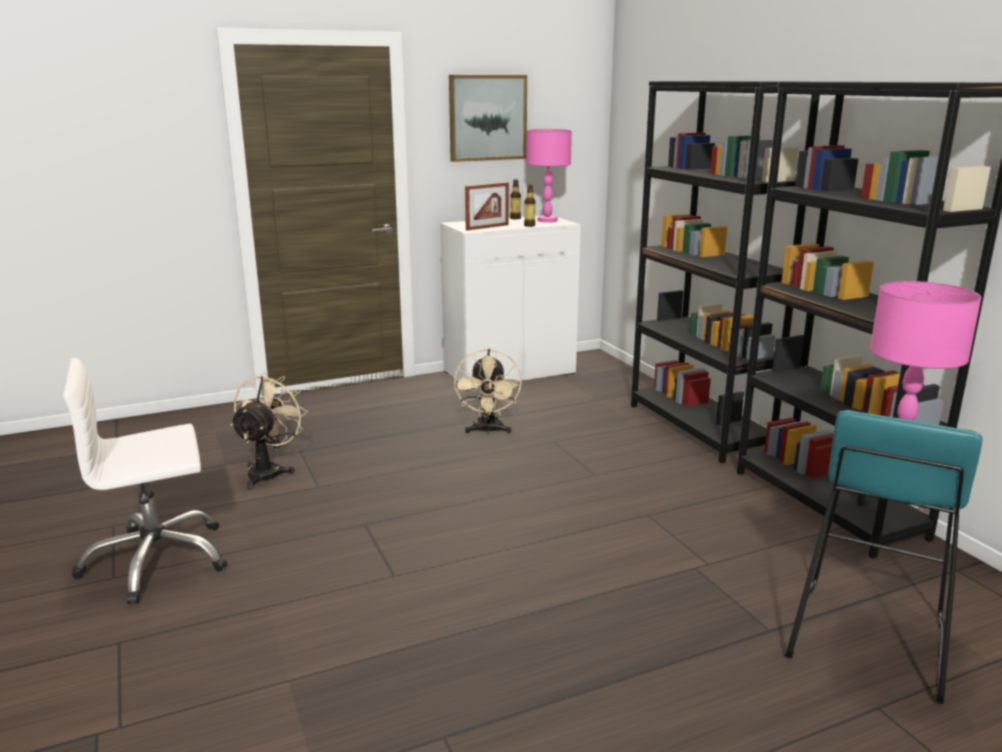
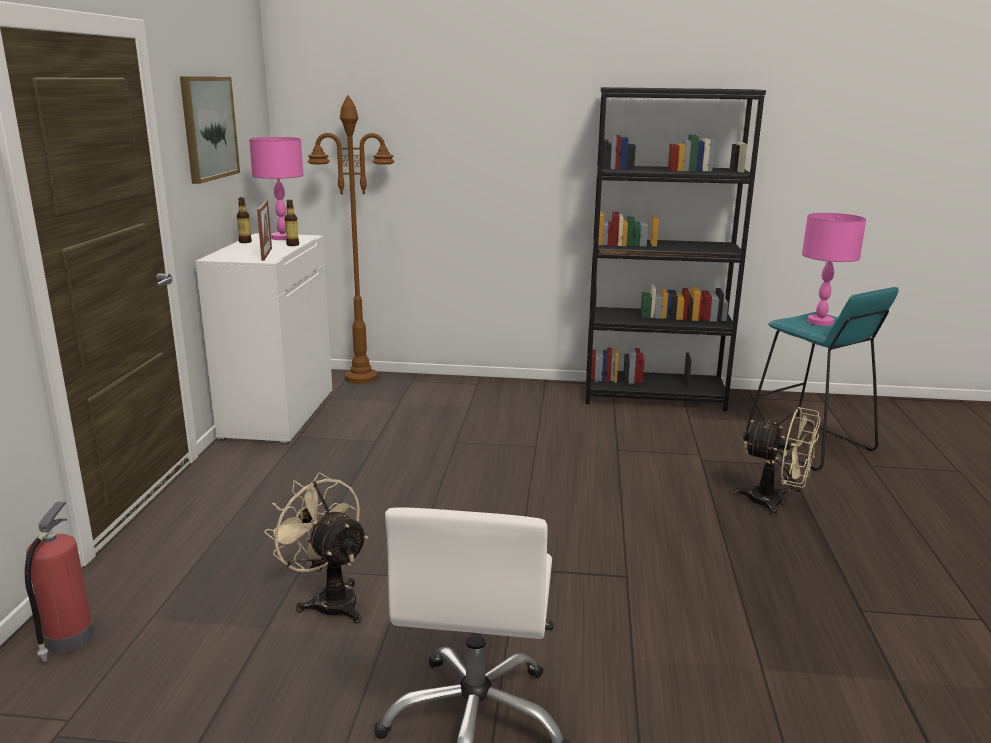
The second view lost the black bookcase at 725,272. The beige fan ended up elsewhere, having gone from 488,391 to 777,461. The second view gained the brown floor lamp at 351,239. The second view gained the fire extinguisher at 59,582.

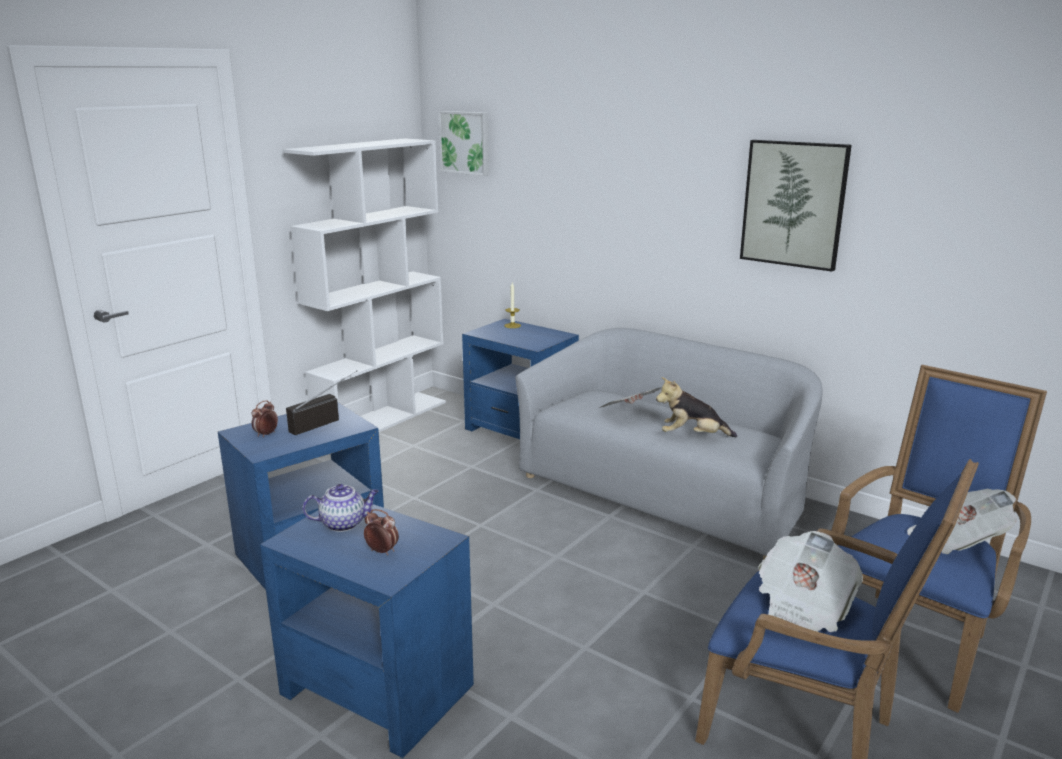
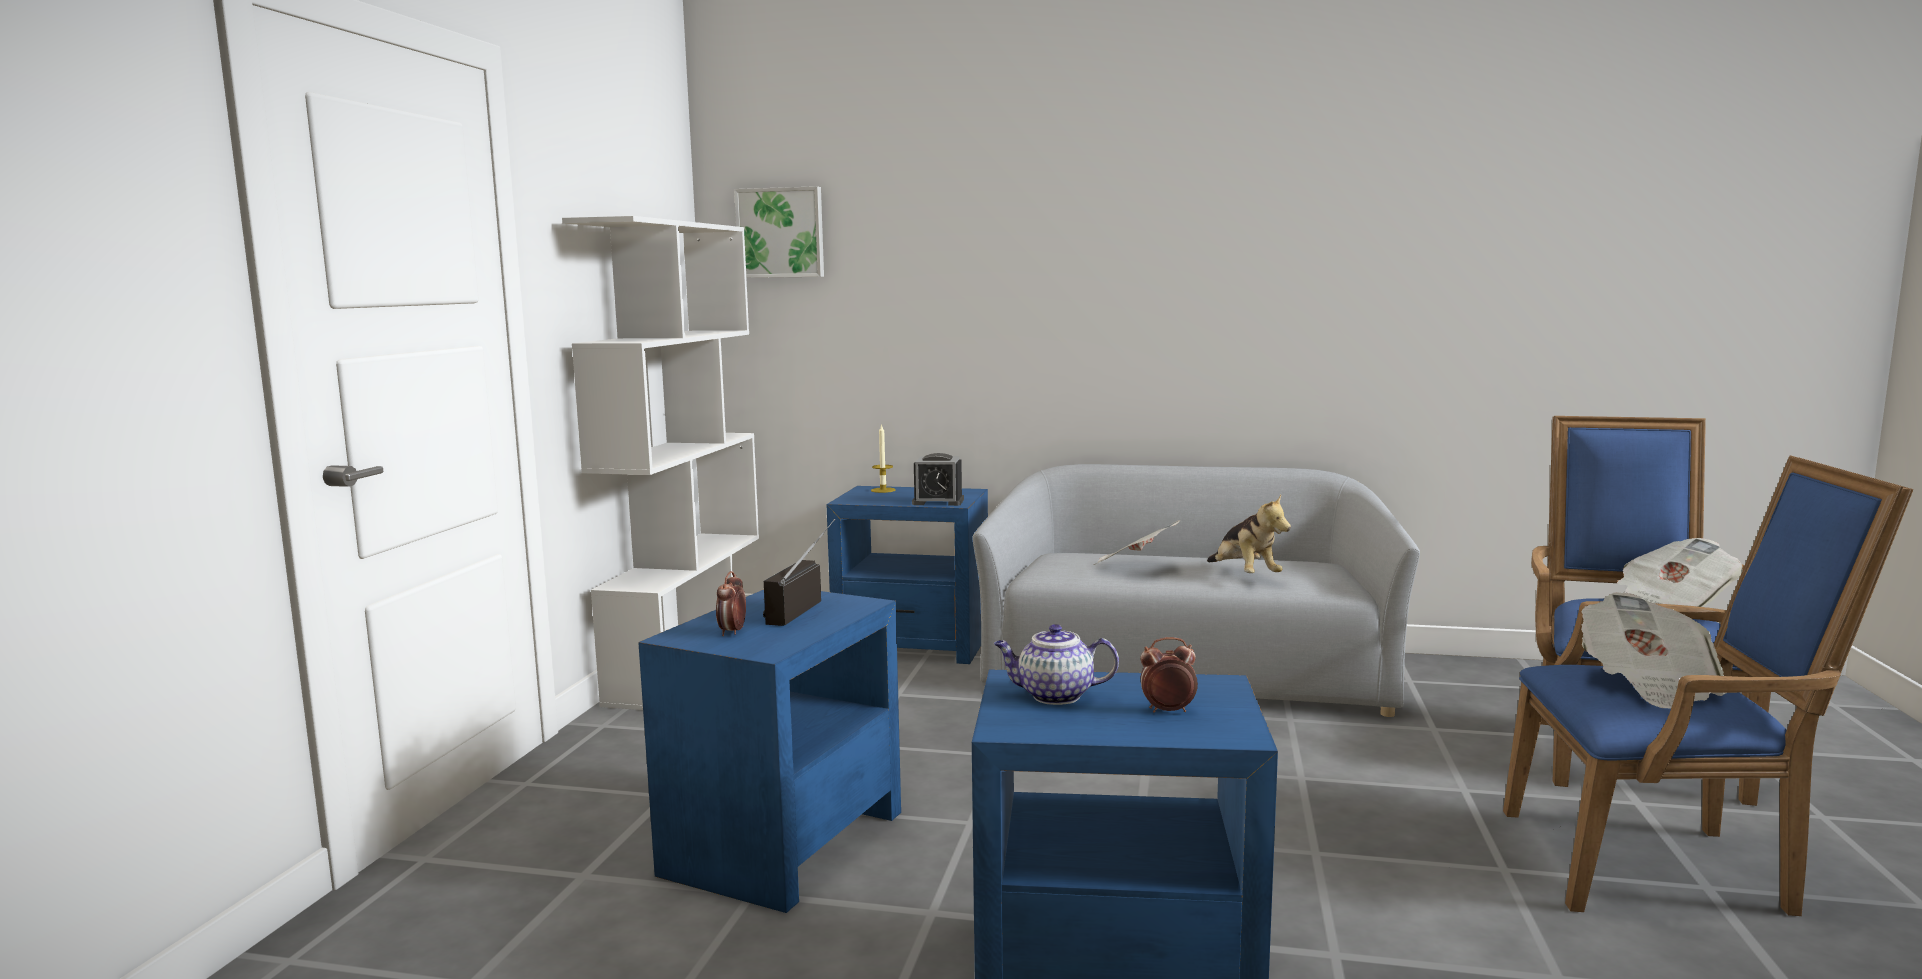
The second view lost the picture at 796,206. The plush toy at 696,407 ended up facing another way, 90 degrees counterclockwise from before. The teapot at 340,508 ended up facing another way, 135 degrees counterclockwise from before. The second view gained the alarm clock at 938,479.

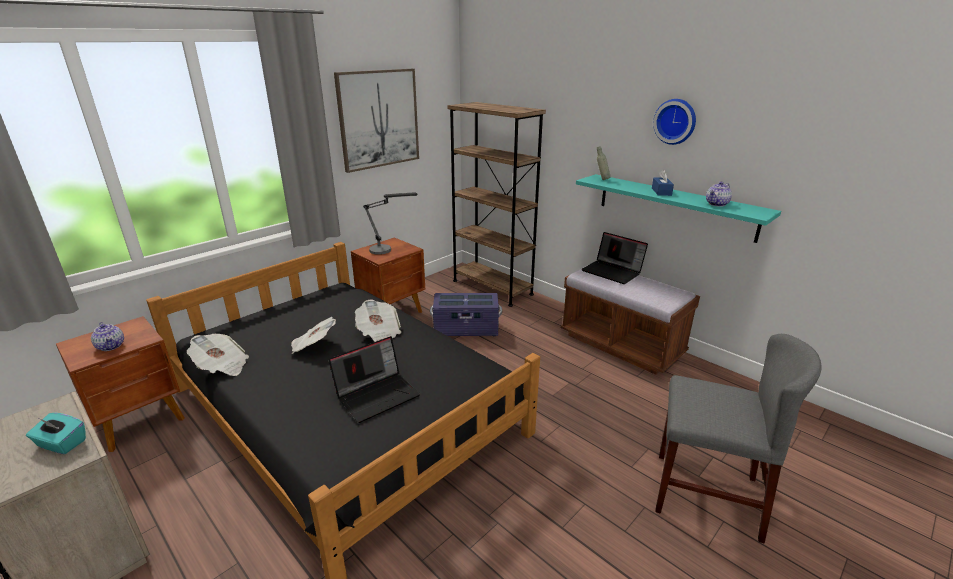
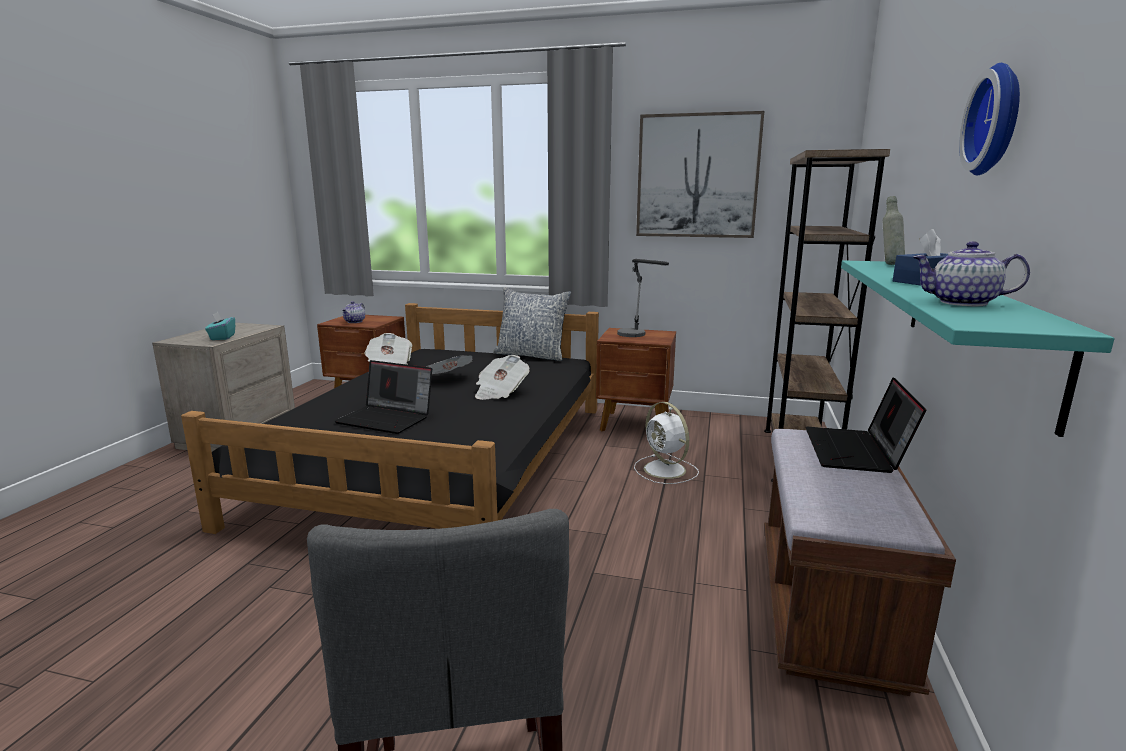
Where the purple storage box stood at 466,314, the white fan came to stand at 666,443. The second view gained the pillow at 532,324.

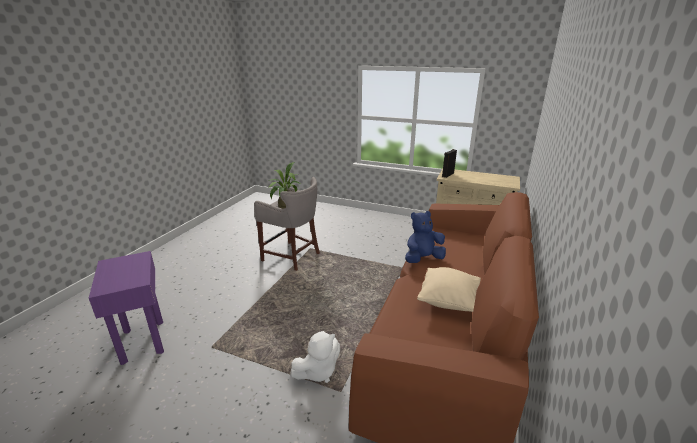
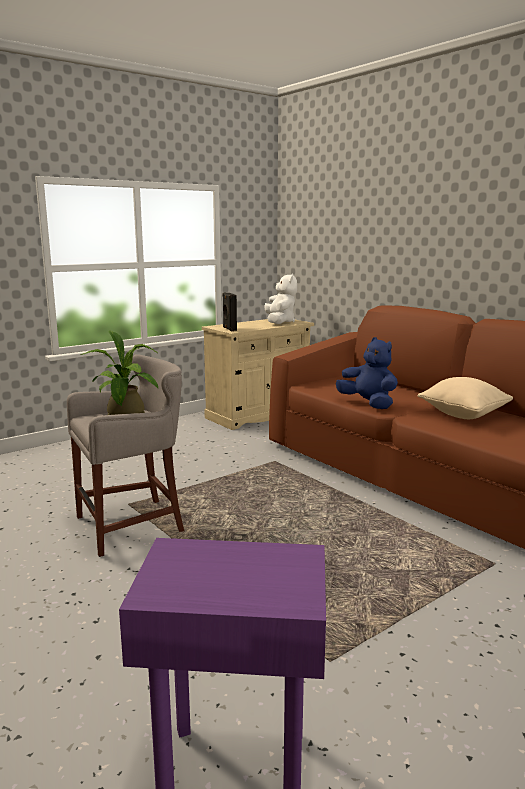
The blue plush toy at 425,237 ended up facing another way, 135 degrees clockwise from before. The white plush toy ended up elsewhere, having gone from 315,357 to 281,298.

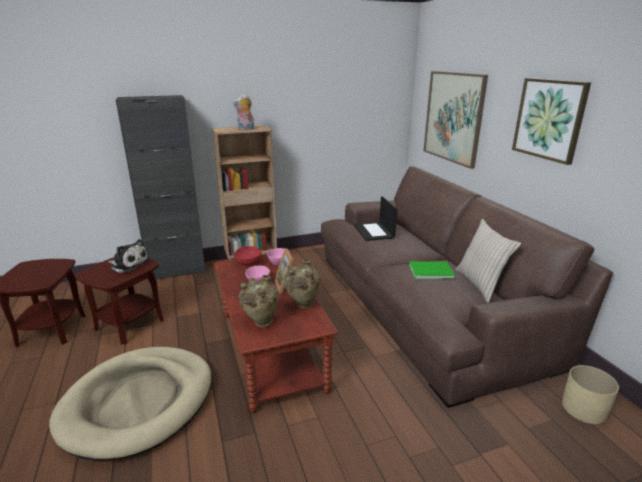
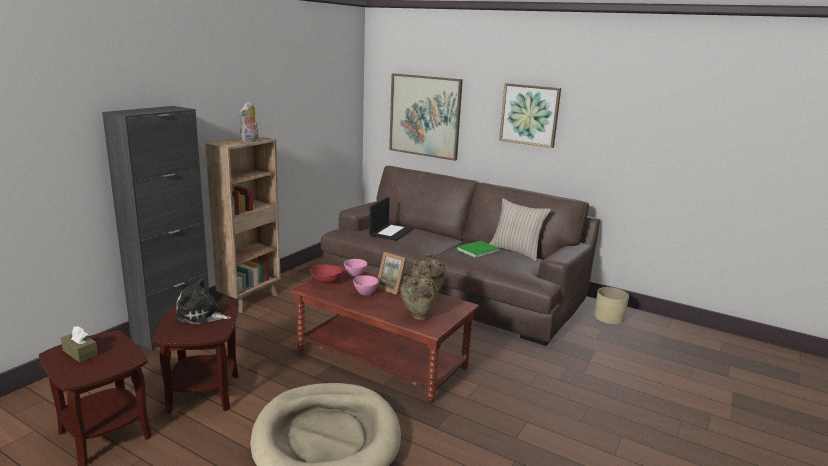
The laptop at 375,218 ended up facing another way, 105 degrees counterclockwise from before. The plush toy at 128,256 ended up facing another way, 150 degrees counterclockwise from before. The second view gained the brown tissue box at 79,344.

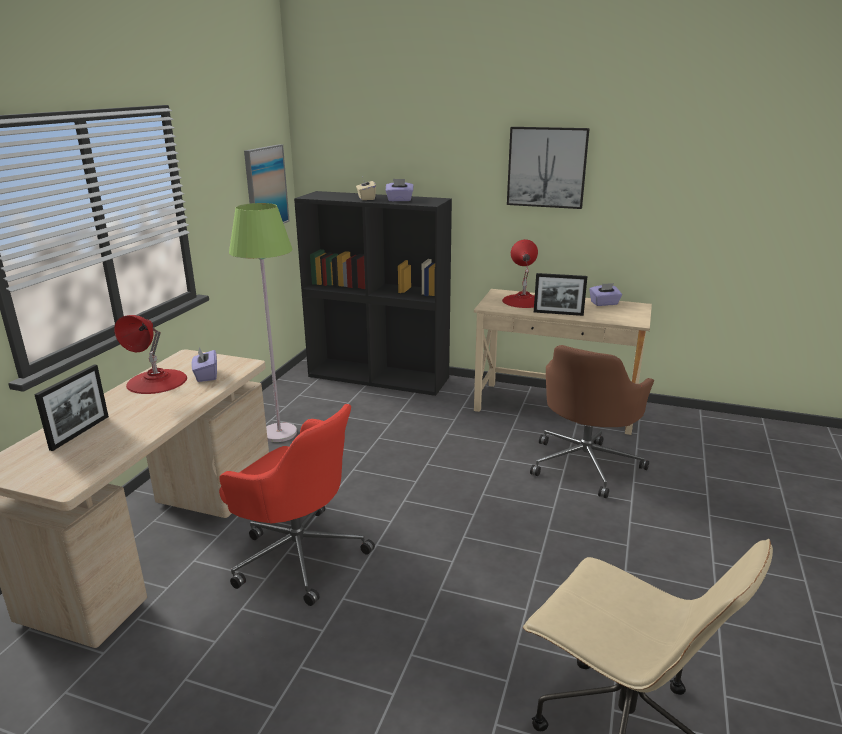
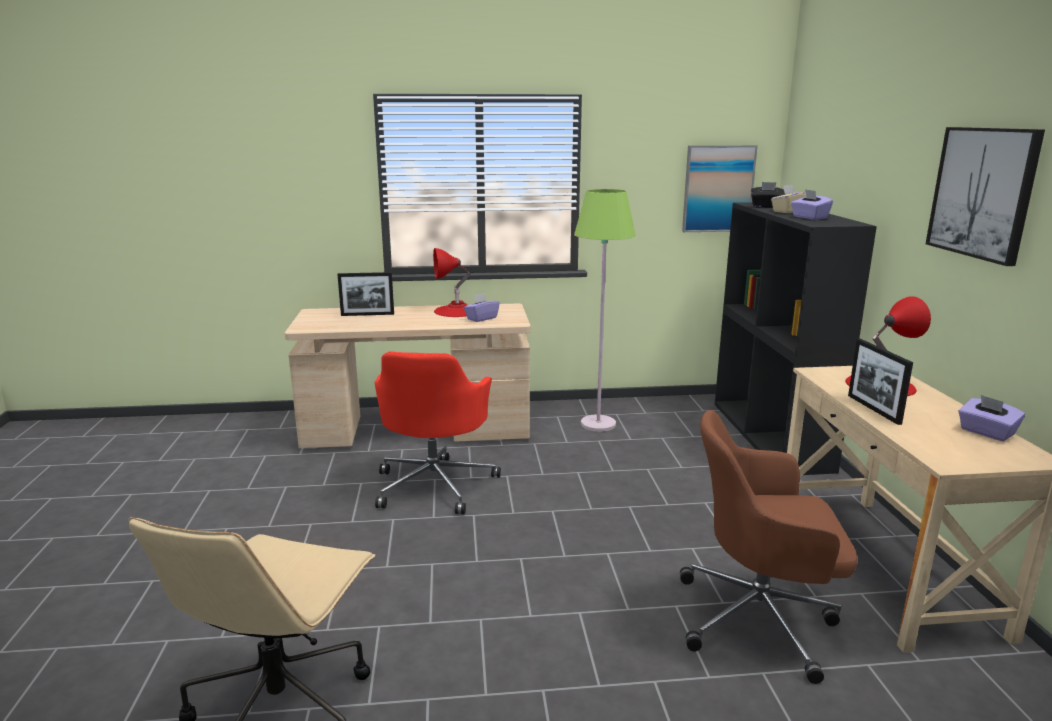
The second view gained the black tissue box at 768,195.

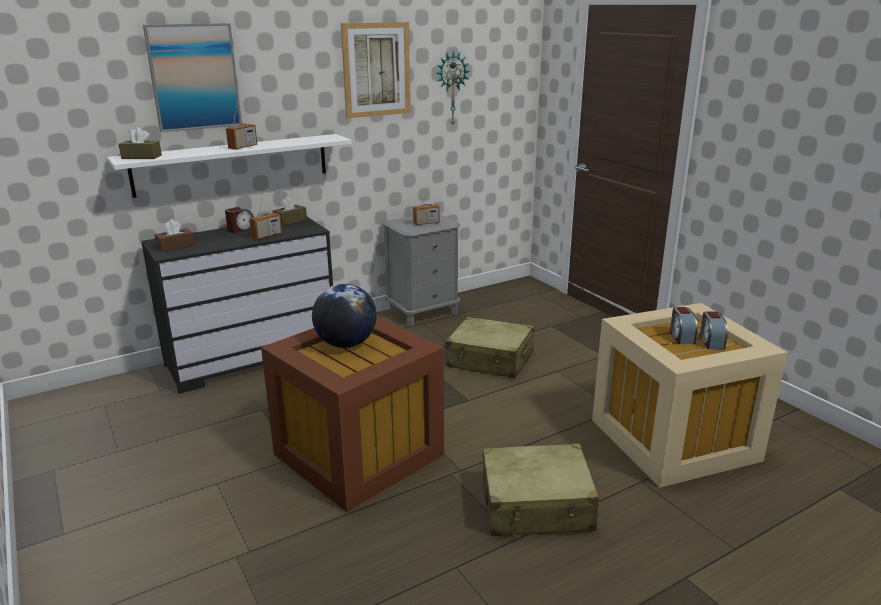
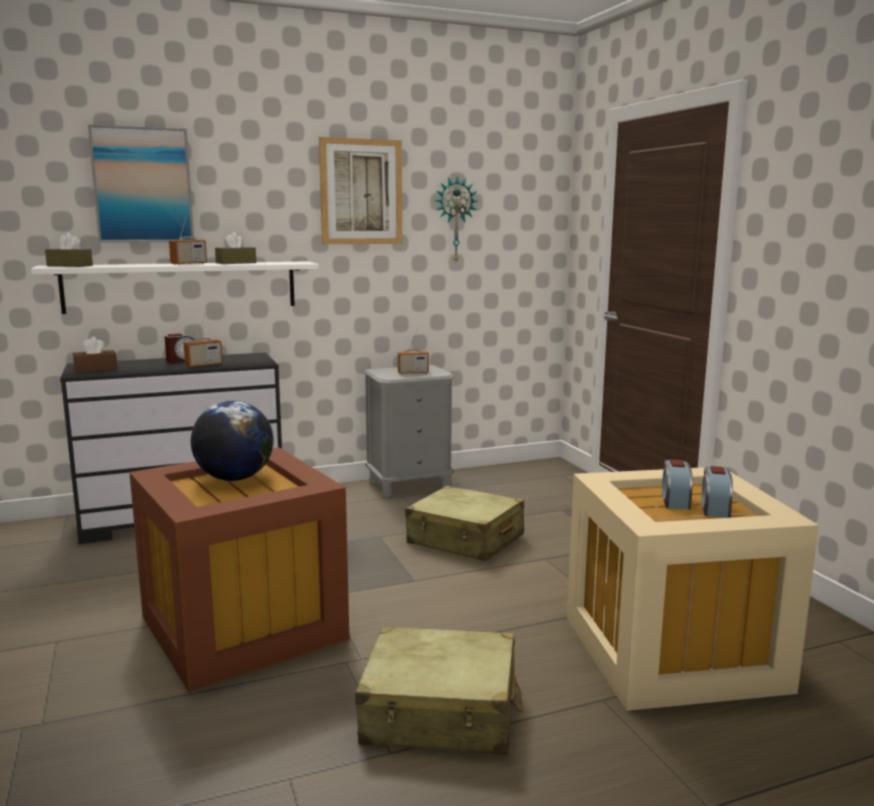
The brown tissue box ended up elsewhere, having gone from 290,211 to 235,248.

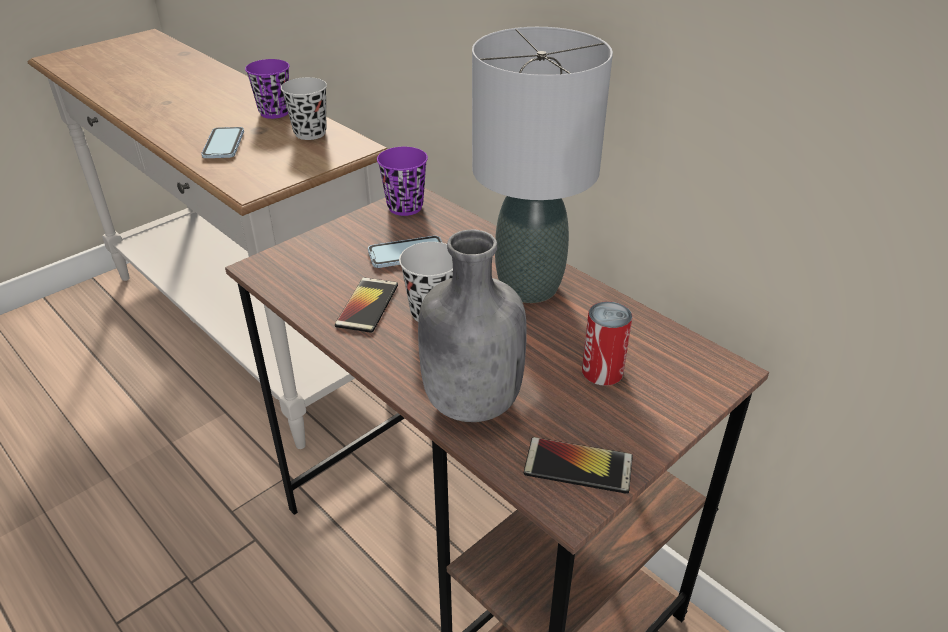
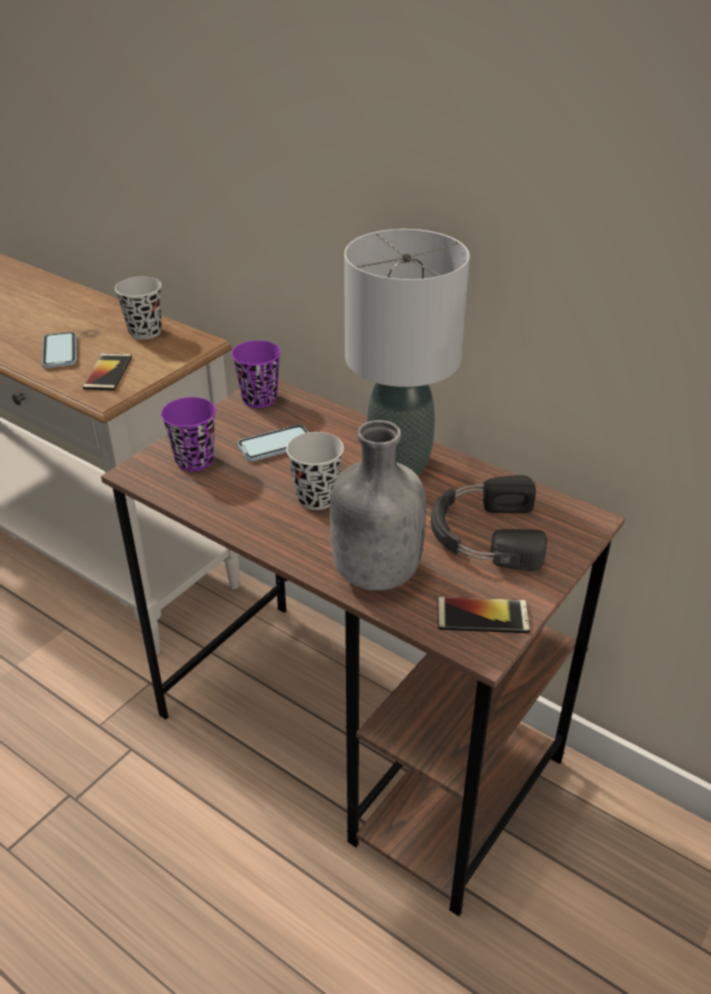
The purple cup ended up elsewhere, having gone from 267,89 to 188,434. The phone ended up elsewhere, having gone from 366,305 to 107,372. Where the can stood at 607,343, the black headphones came to stand at 489,523.

